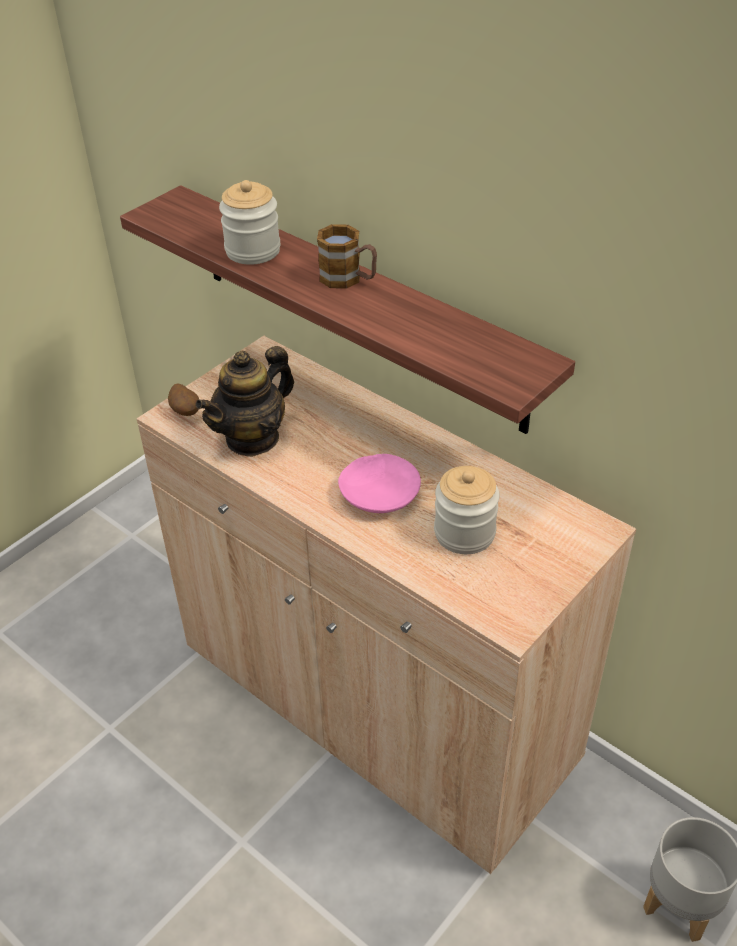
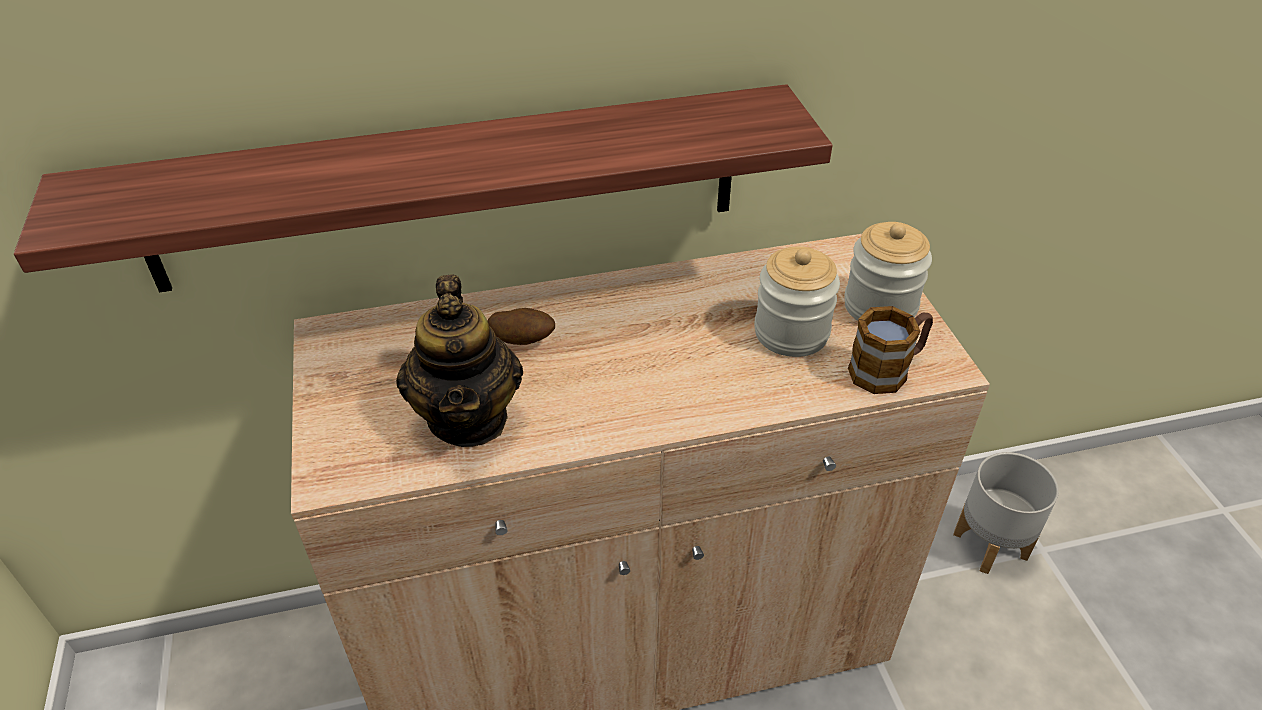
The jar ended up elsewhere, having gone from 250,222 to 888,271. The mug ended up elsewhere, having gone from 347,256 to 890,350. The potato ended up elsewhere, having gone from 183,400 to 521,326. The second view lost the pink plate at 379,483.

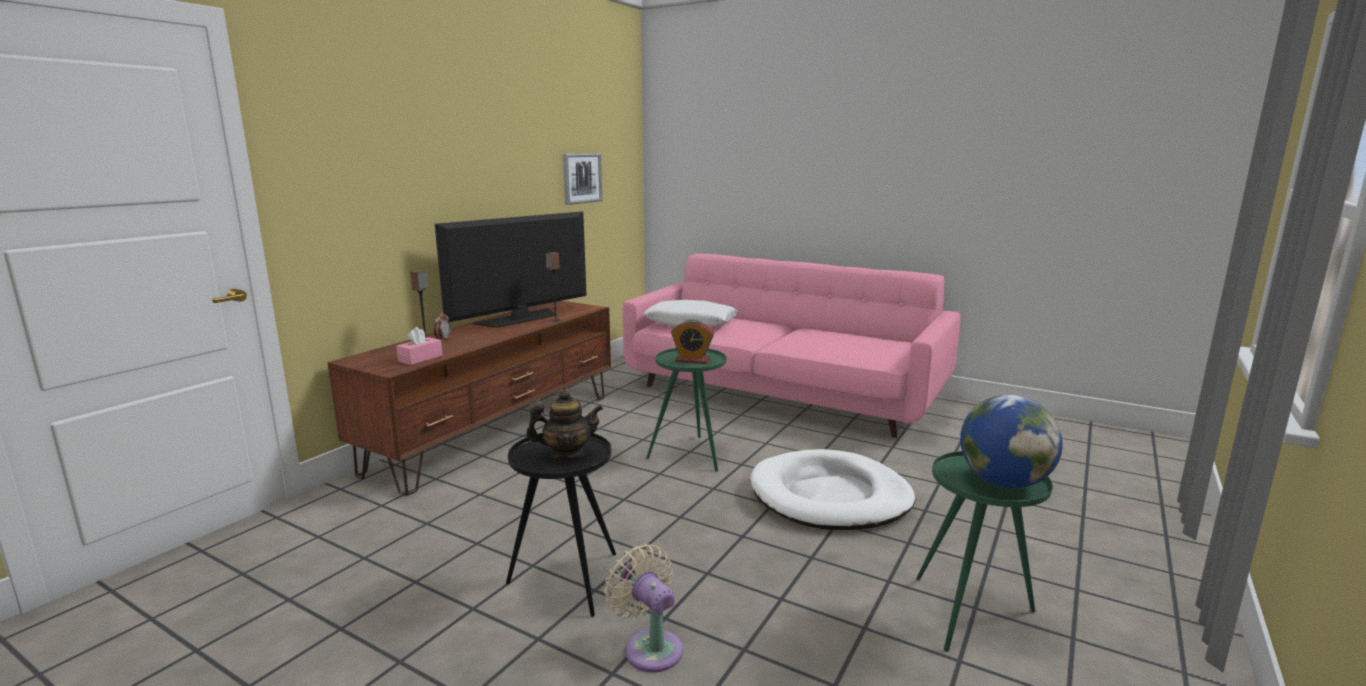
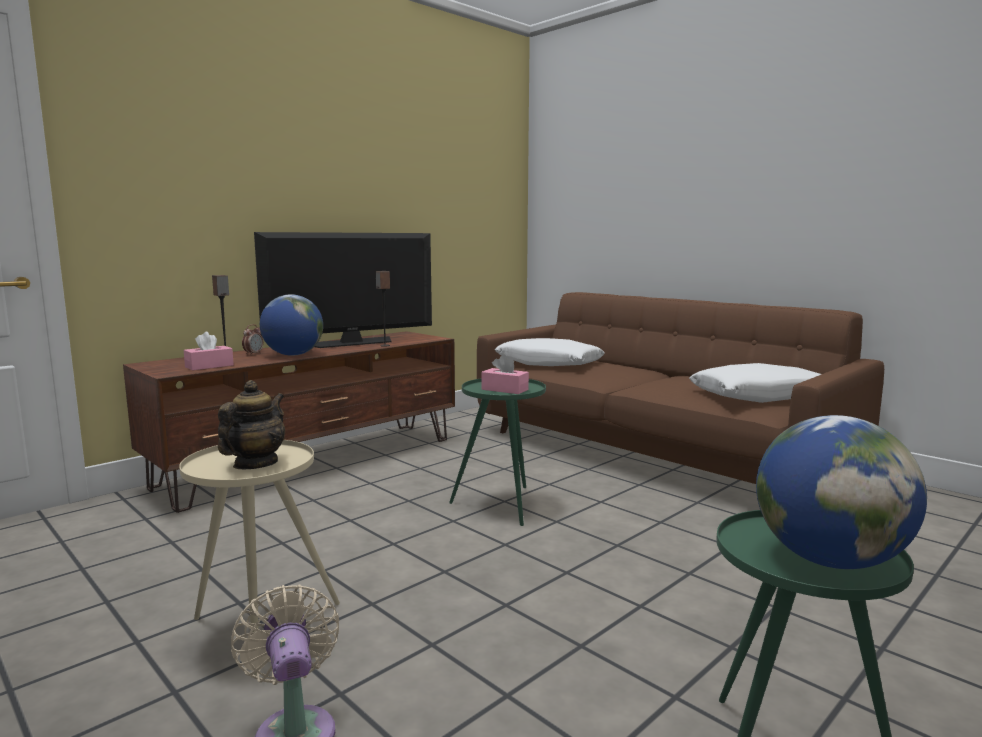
The second view lost the picture at 582,179. What was the pink sofa at 792,346 turned into the brown sofa at 680,388. Where the alarm clock stood at 692,342, the pink tissue box came to stand at 505,374. The teapot at 564,425 ended up facing another way, 75 degrees counterclockwise from before. What was the black side table at 561,525 turned into the beige side table at 259,558. The second view lost the white dog bed at 832,489. The second view gained the globe at 291,325. The second view gained the white pillow at 755,383.

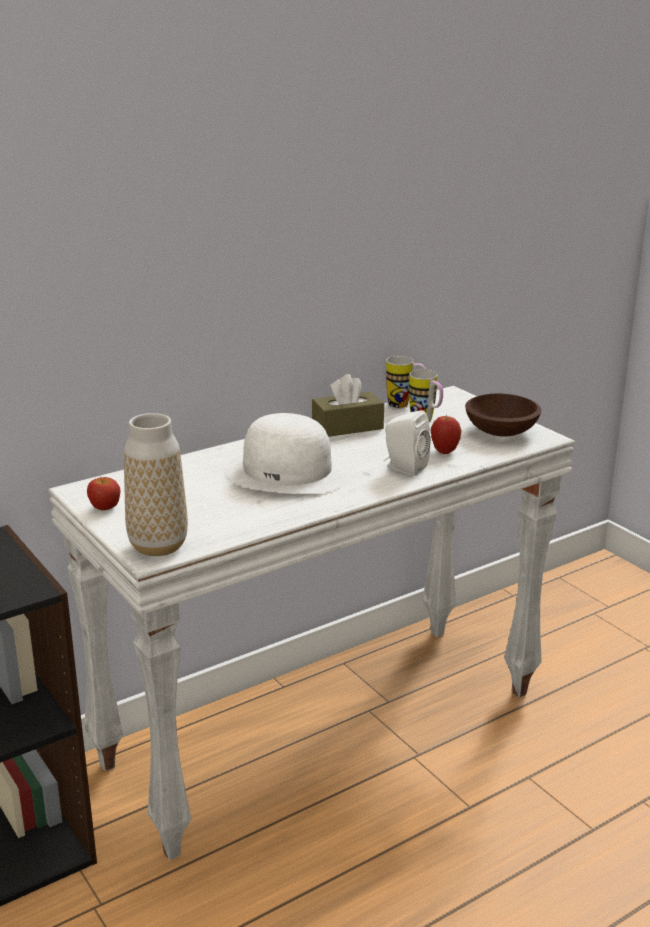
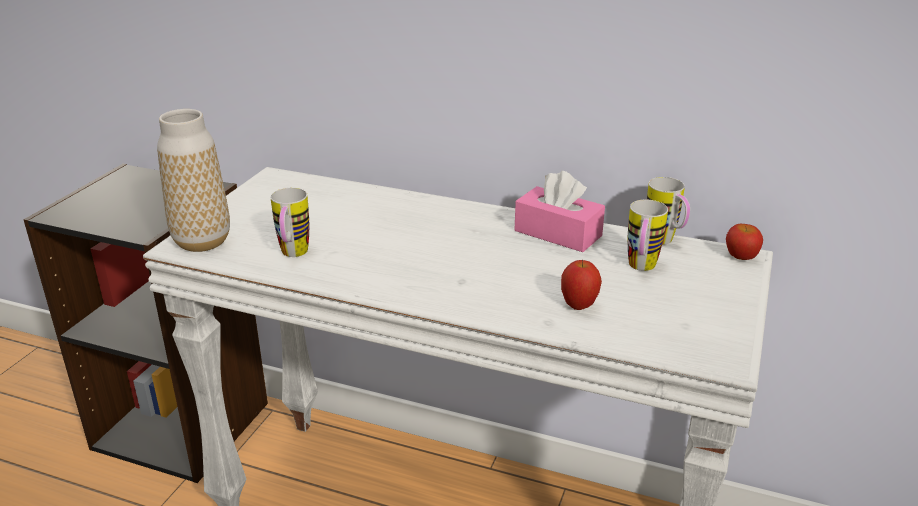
What was the brown tissue box at 348,405 turned into the pink tissue box at 560,211. The second view lost the brown bowl at 503,415. The second view lost the white speaker at 407,443. The second view lost the white hat at 287,453. The apple ended up elsewhere, having gone from 104,493 to 744,242. The second view gained the mug at 289,222.

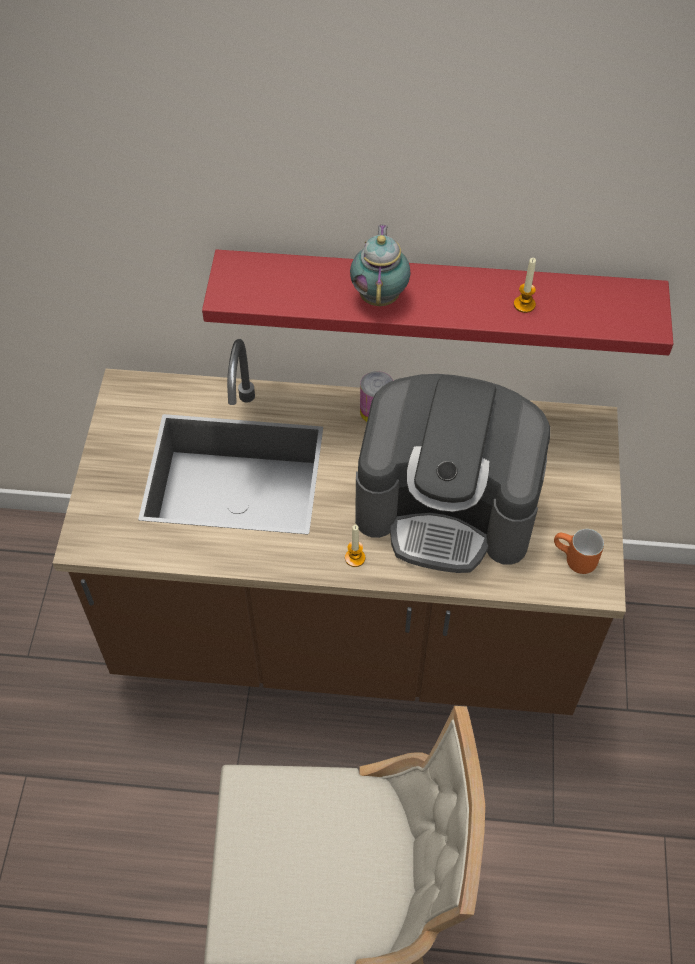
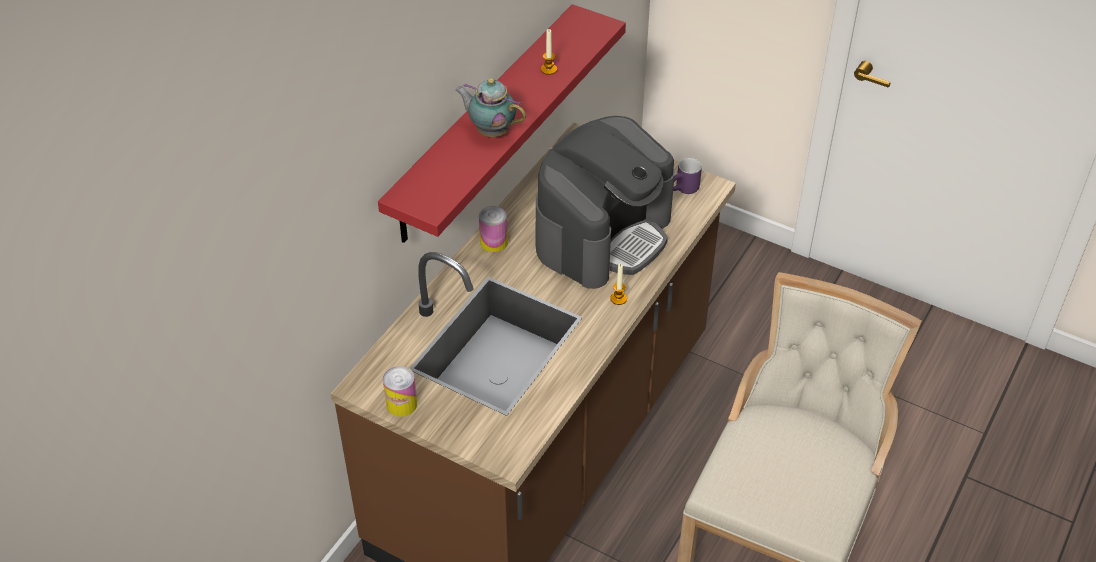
What was the orange mug at 579,551 turned into the purple mug at 687,176. The second view gained the can at 400,391.

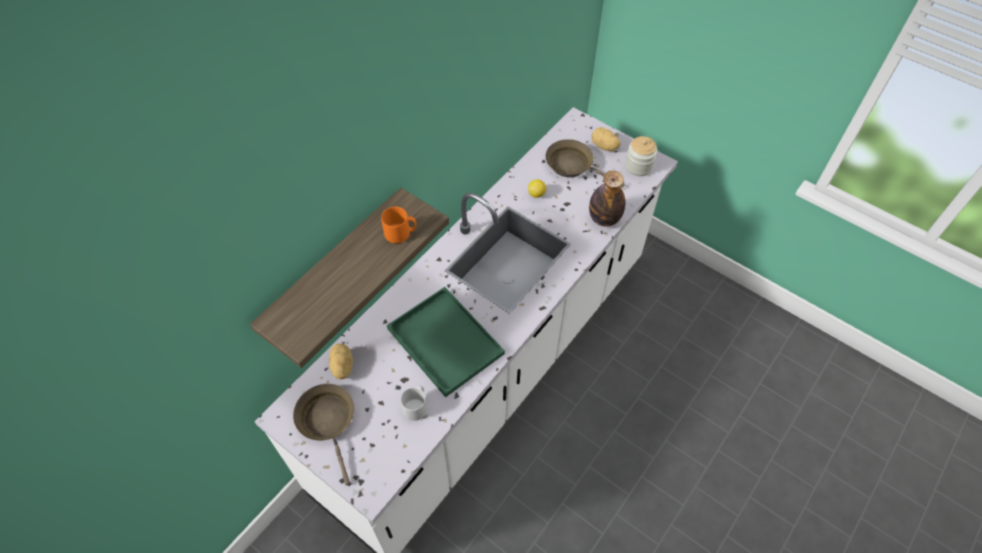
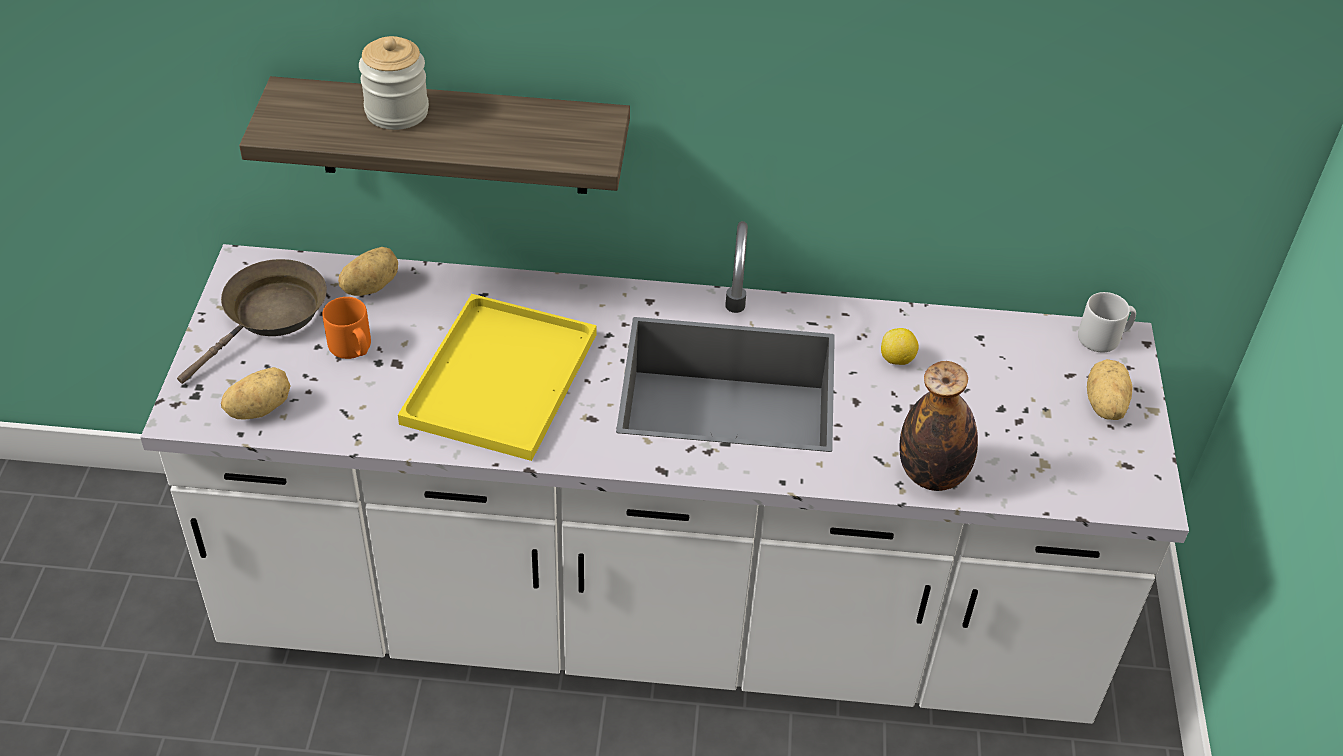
The jar ended up elsewhere, having gone from 641,156 to 394,83. The second view lost the brown frying pan at 584,163. The orange mug ended up elsewhere, having gone from 398,225 to 346,328. What was the green tray at 446,342 turned into the yellow tray at 497,377. The grey mug ended up elsewhere, having gone from 413,403 to 1107,322. The second view gained the potato at 255,393.

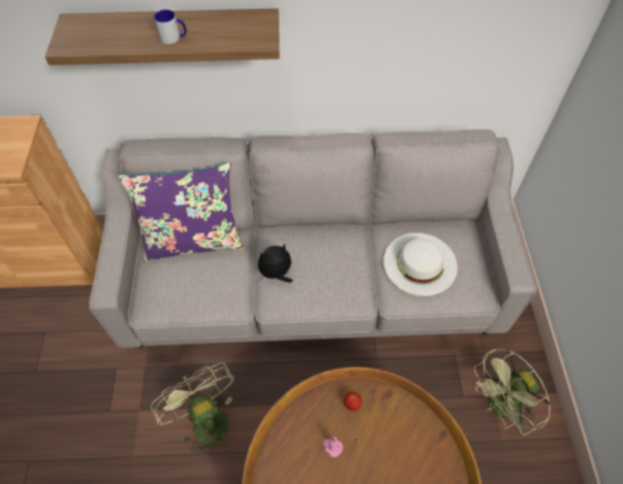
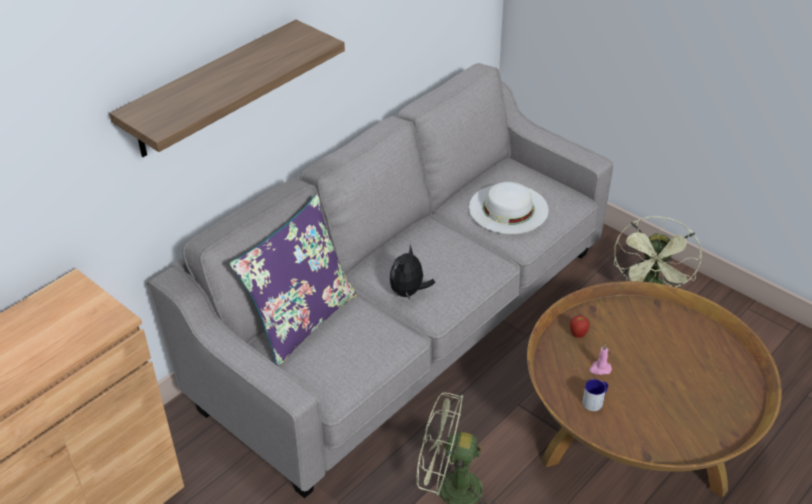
The mug ended up elsewhere, having gone from 170,27 to 595,395.

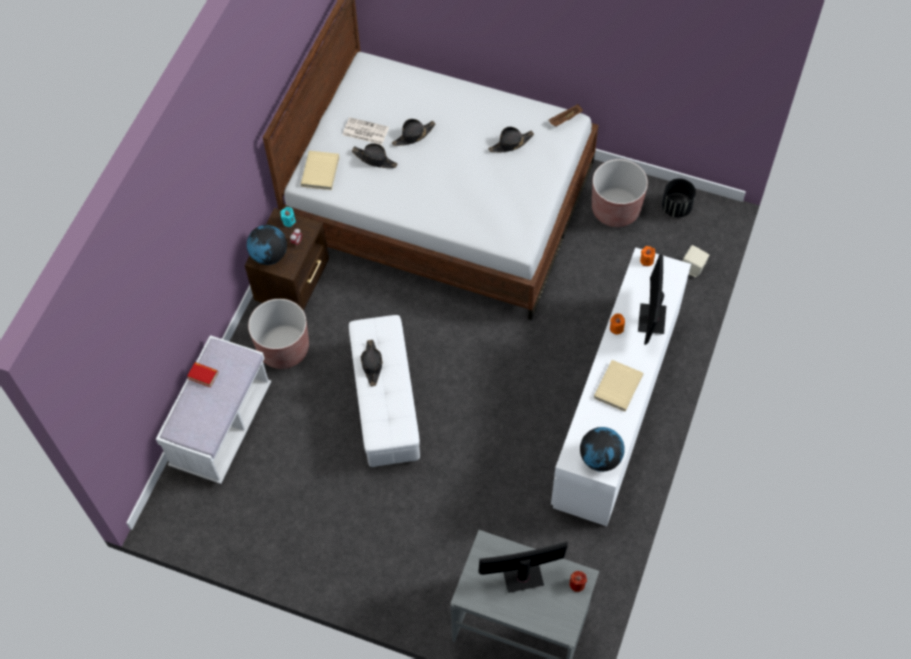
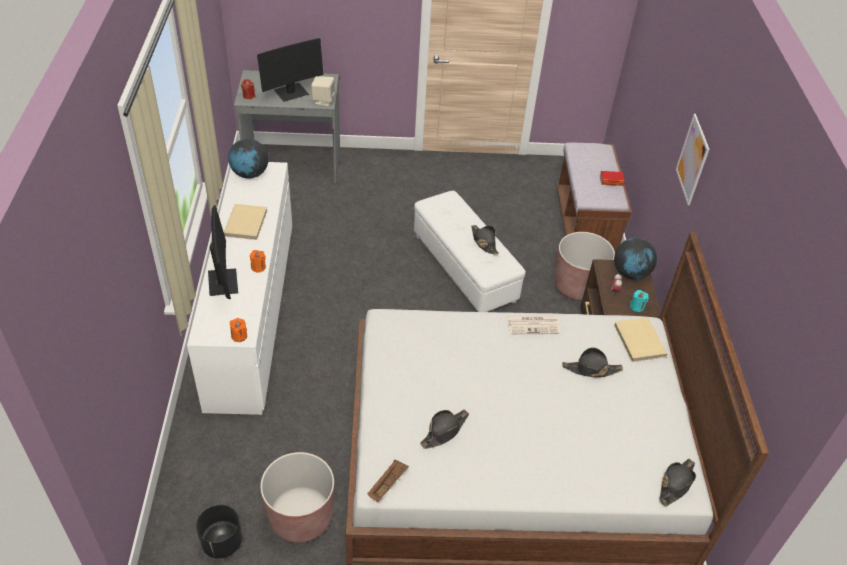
The newspaper ended up elsewhere, having gone from 366,131 to 533,324. The black hat ended up elsewhere, having gone from 413,132 to 678,482. The beige speaker ended up elsewhere, having gone from 695,261 to 323,91. What was the white bench at 213,409 turned into the brown bench at 594,197. The second view gained the picture at 692,159.

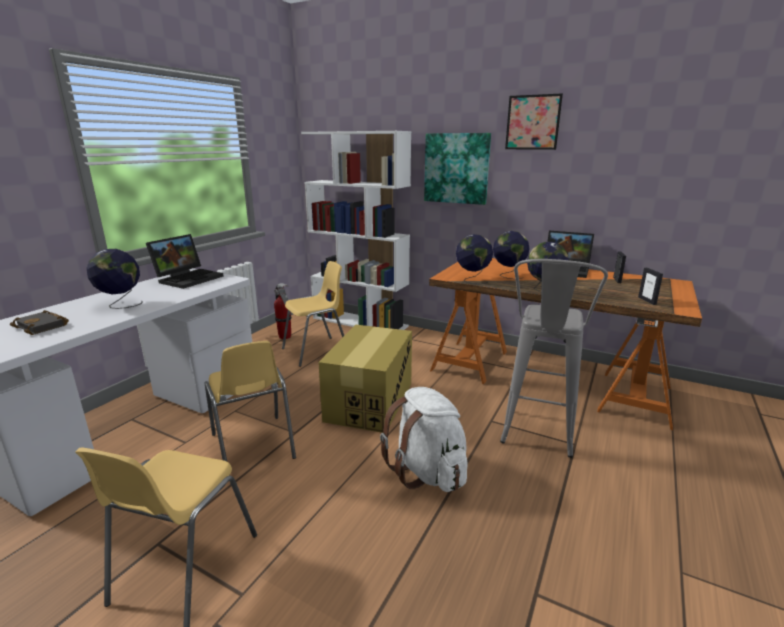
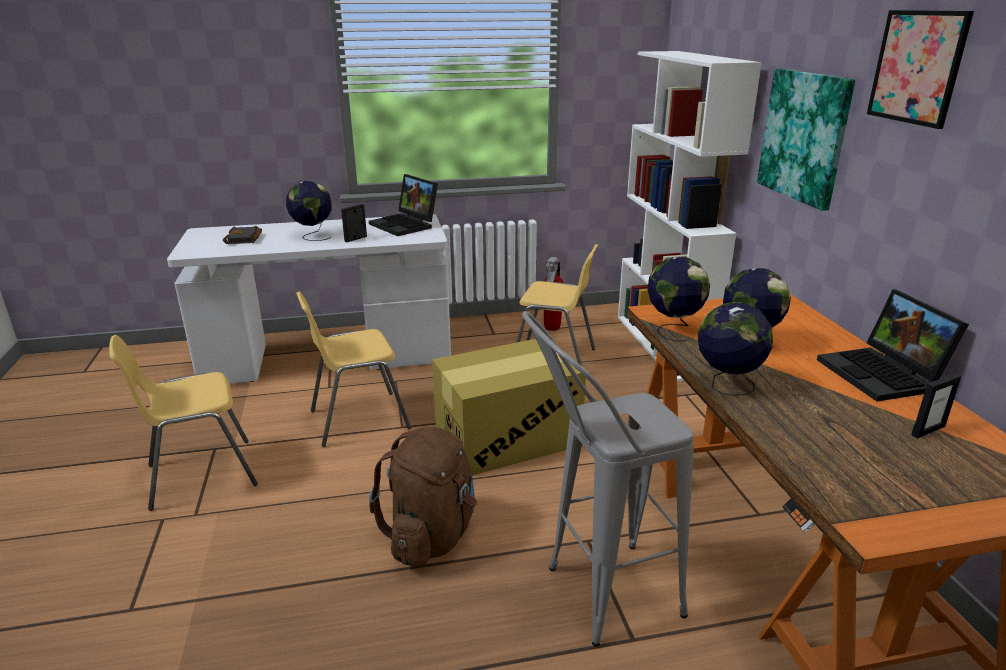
The laptop at 185,261 ended up facing another way, 60 degrees clockwise from before. The picture frame ended up elsewhere, having gone from 650,286 to 354,223. The yellow chair at 250,408 ended up facing another way, 45 degrees clockwise from before. What was the white backpack at 423,439 turned into the brown backpack at 423,496.

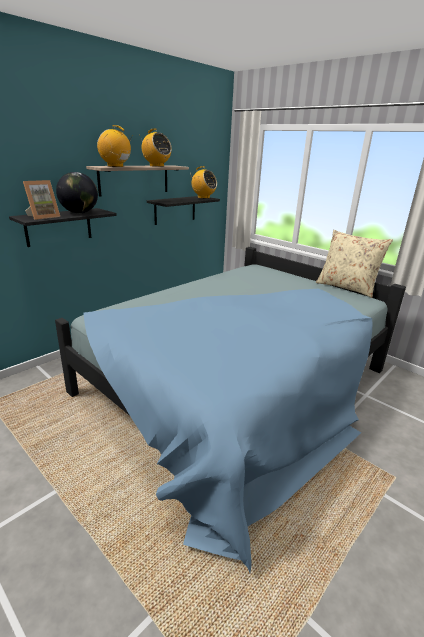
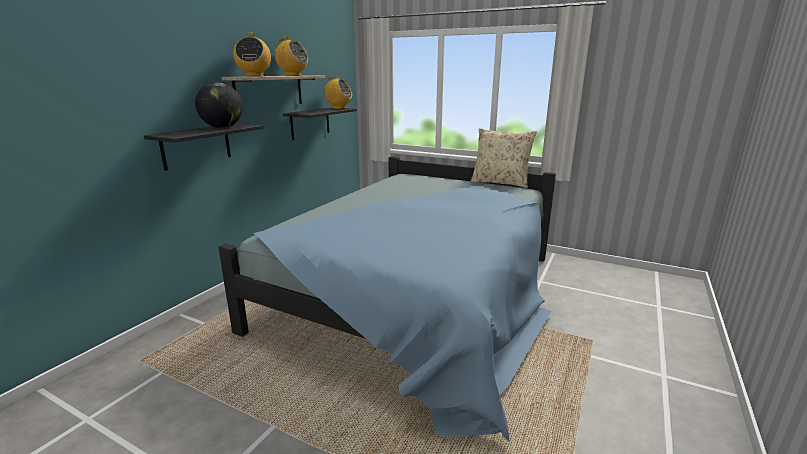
The radio at 115,146 ended up facing another way, 105 degrees counterclockwise from before. The second view lost the picture frame at 41,200.

